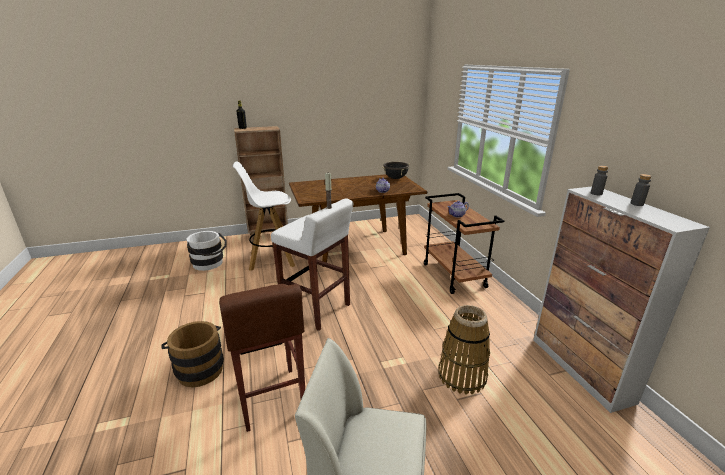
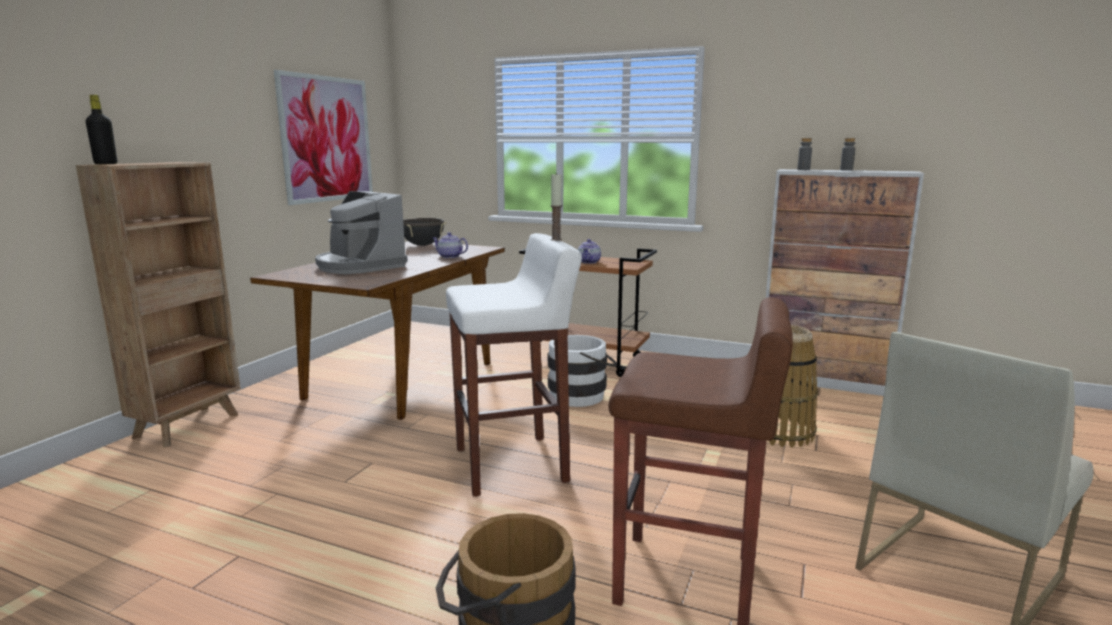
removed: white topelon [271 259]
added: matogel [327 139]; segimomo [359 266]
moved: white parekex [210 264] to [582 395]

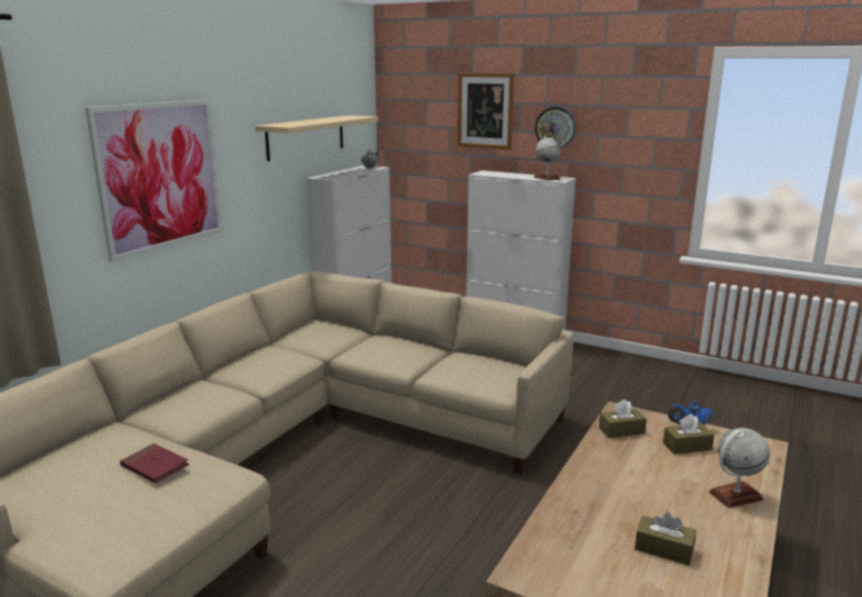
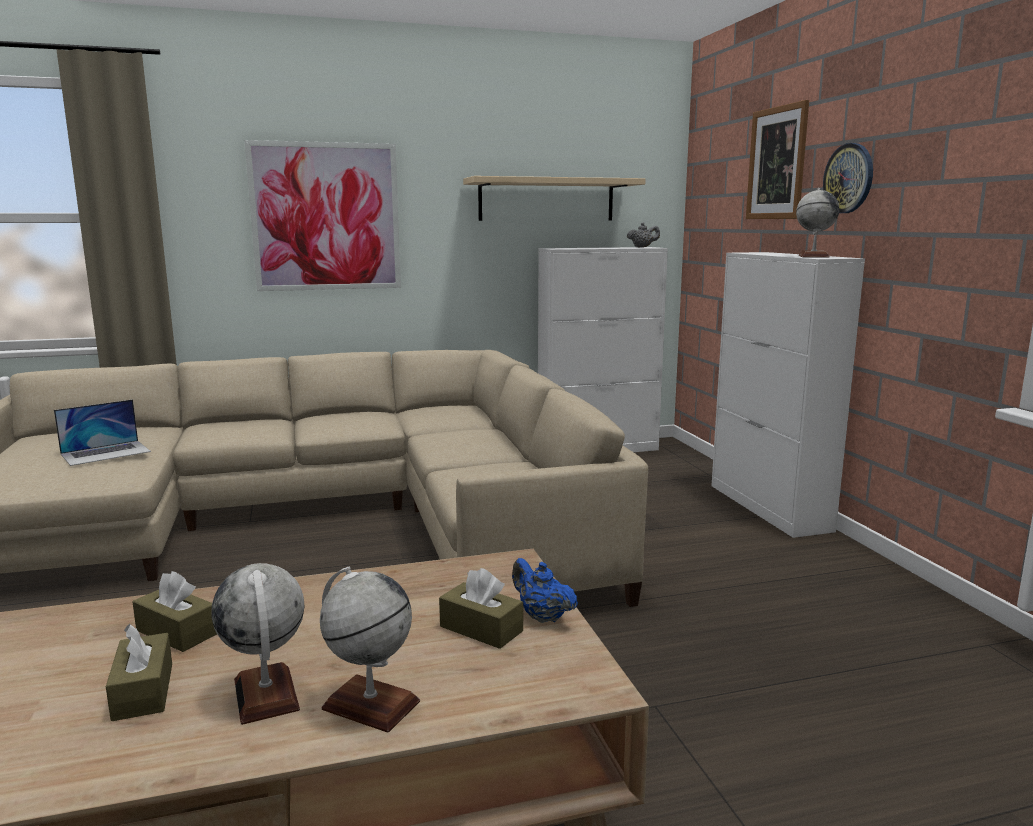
added: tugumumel [266 695]
moved: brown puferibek [621 431] to [177 632]
replaced: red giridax [155 466] to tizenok [106 453]

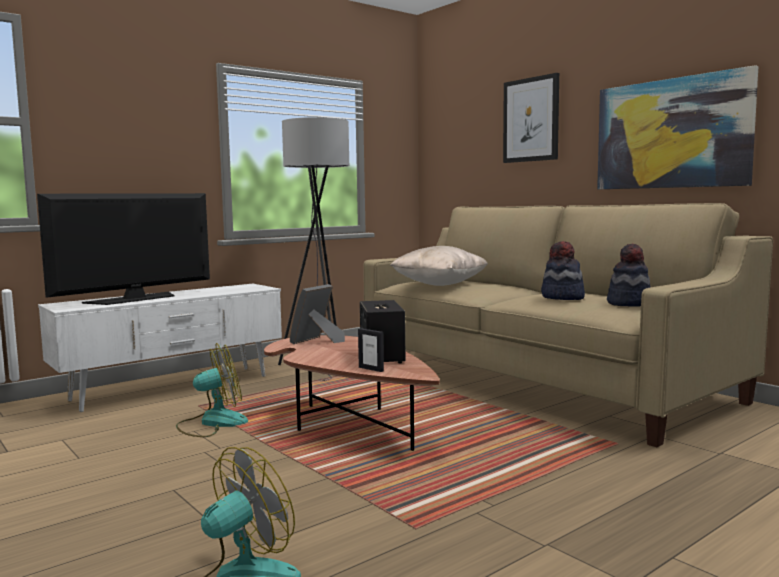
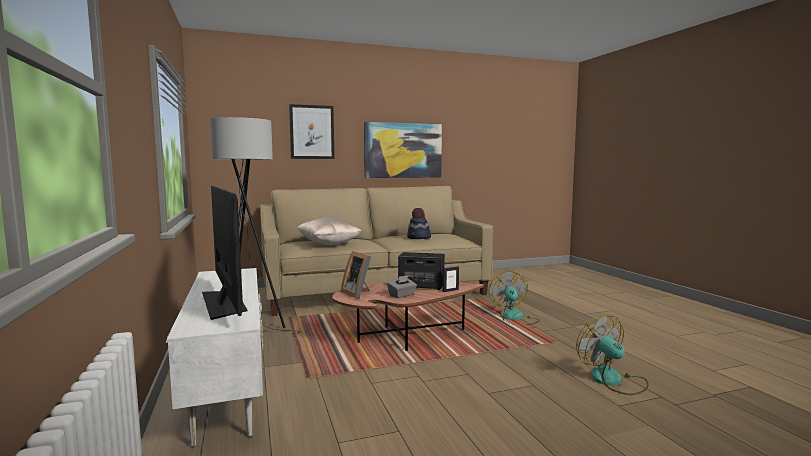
removed: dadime [629 303]
added: grey puferibek [402 295]
moved: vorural [212 423] to [514 318]

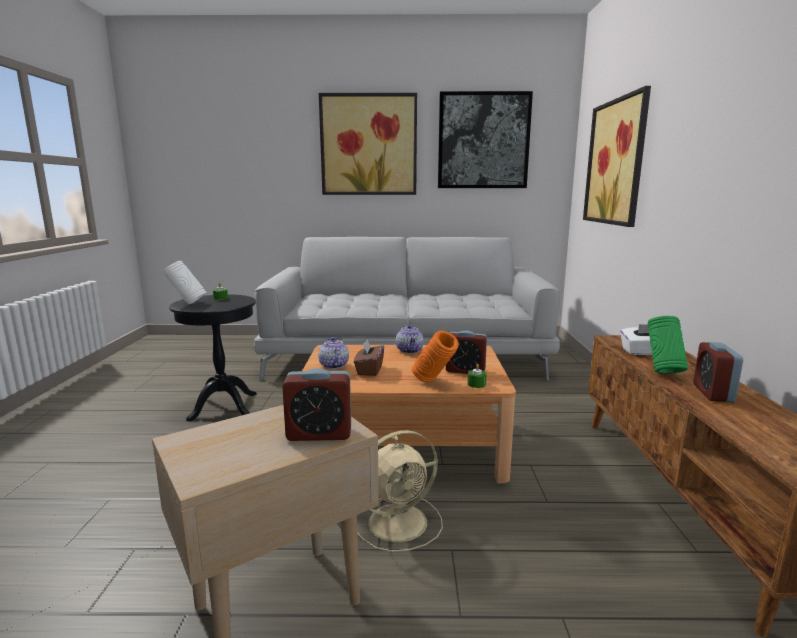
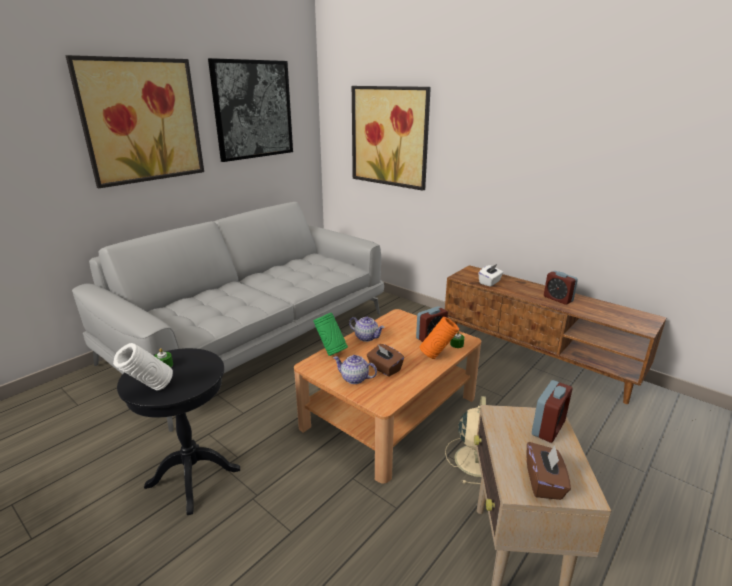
added: brown puferibek [544 482]
moved: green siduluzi [663 372] to [331 352]

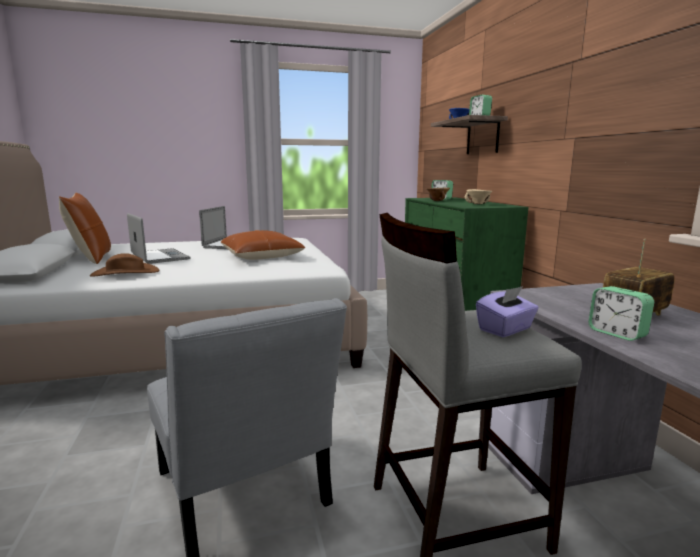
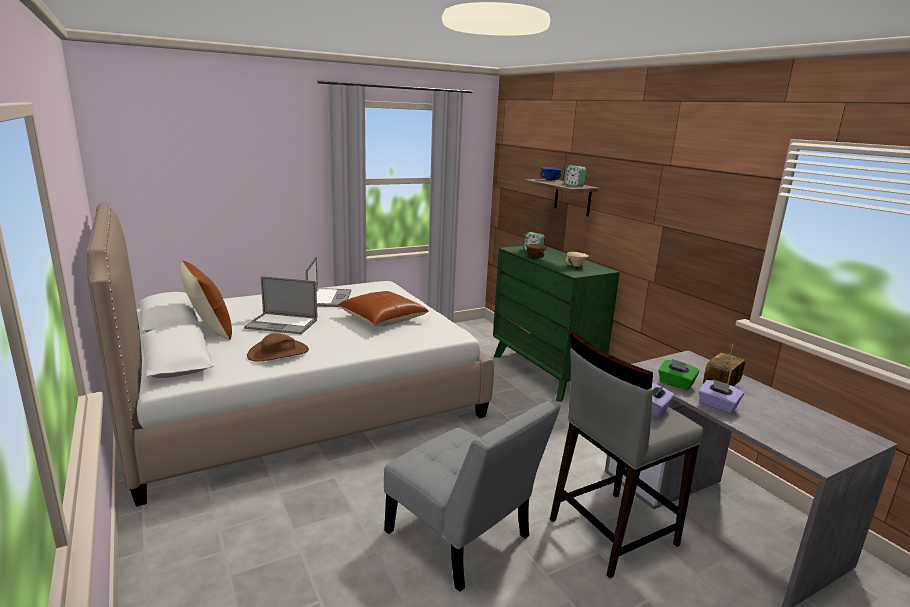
added: green puferibek [675 384]
replaced: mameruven [617 333] to purple puferibek [717 406]
turned: tizenok [160 256] = [281 324] 150 degrees clockwise

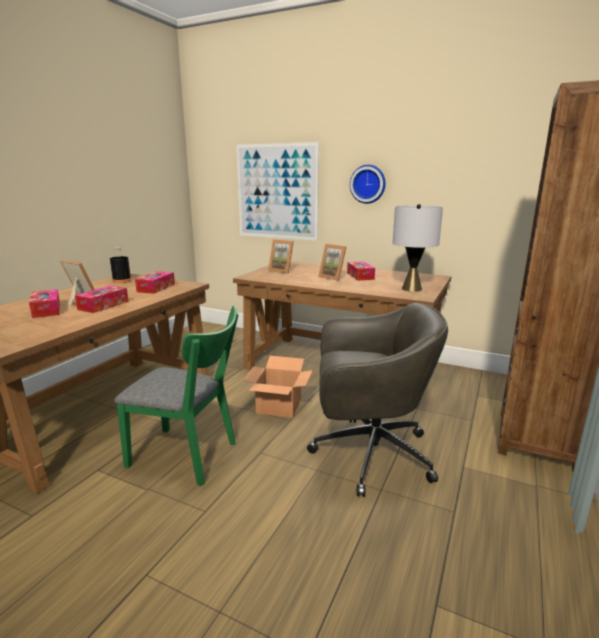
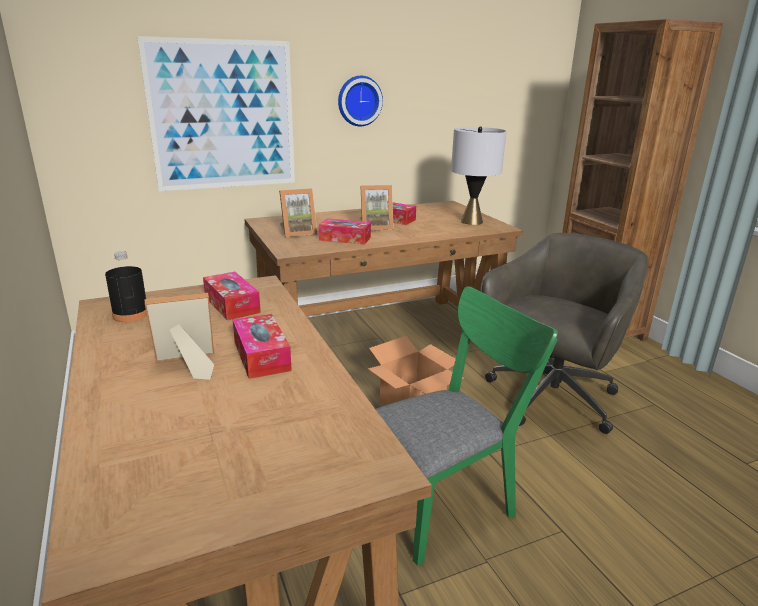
moved: puferibek [46 310] to [345 239]

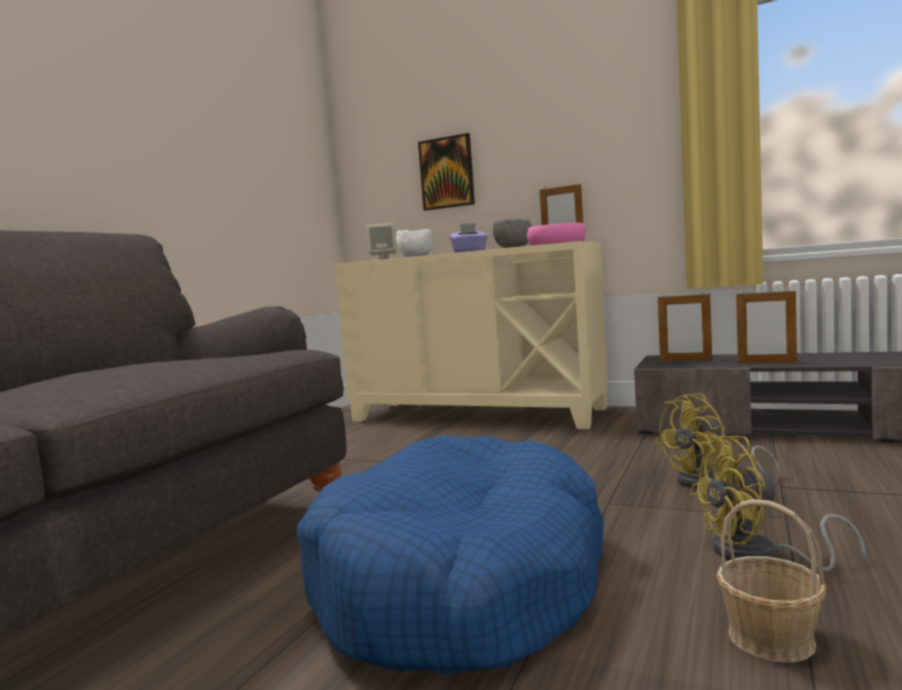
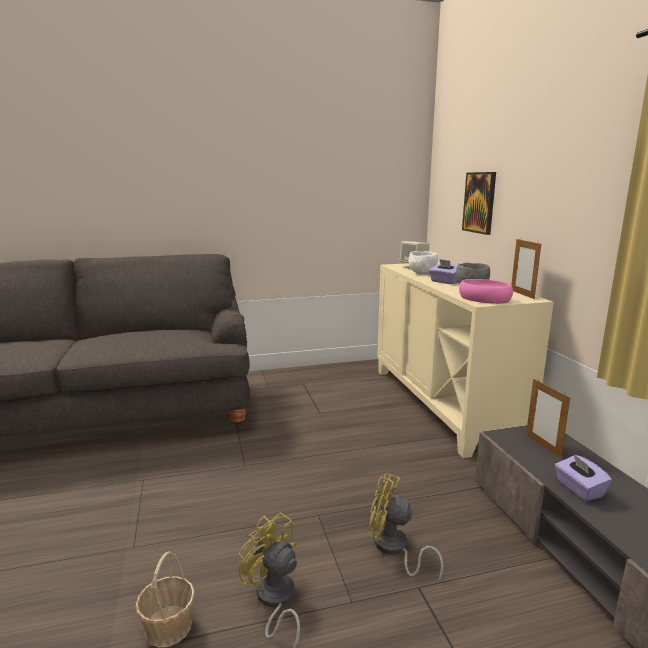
removed: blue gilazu [461 582]
replaced: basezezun [766 362] to purple puferibek [579 489]

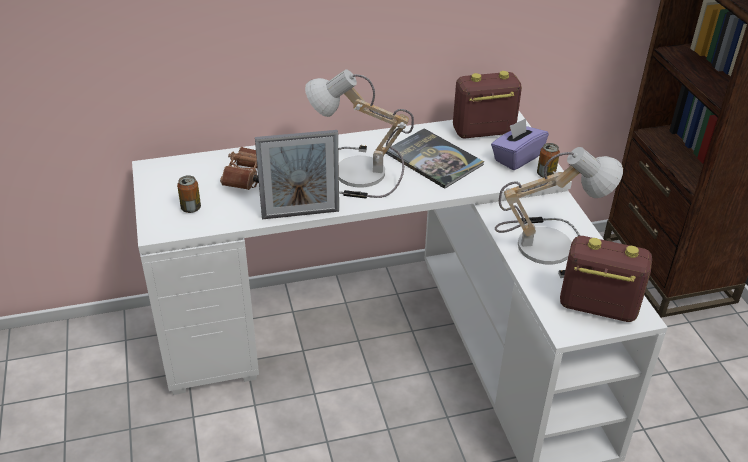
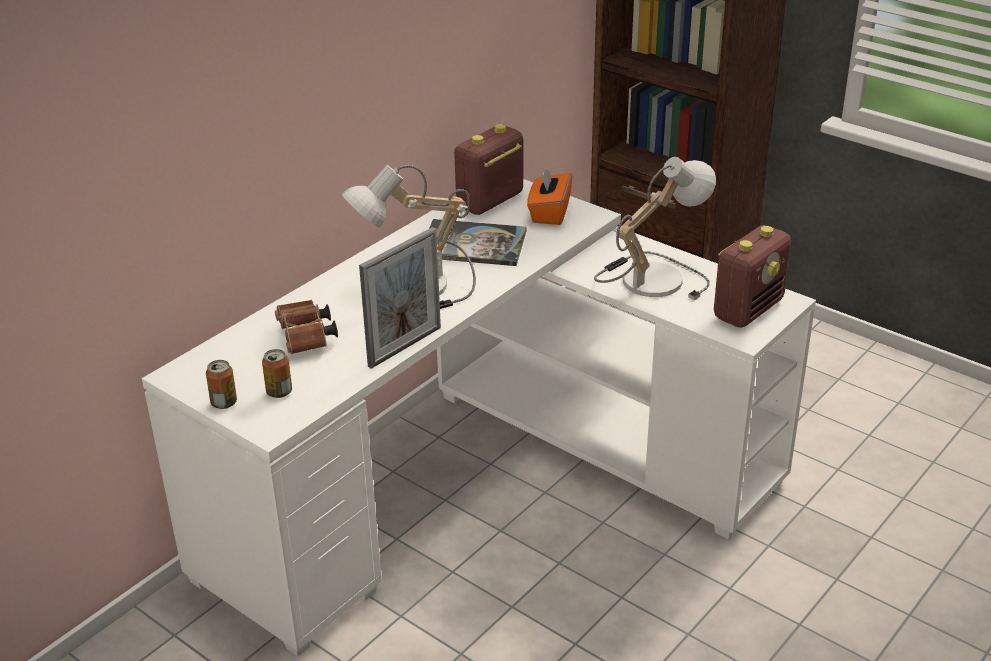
moved: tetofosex [546 174] to [224 403]
recoloured: purple puferibek [516 158] to orange puferibek [549 213]
turned: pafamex [596 307] = [748 309] 150 degrees clockwise

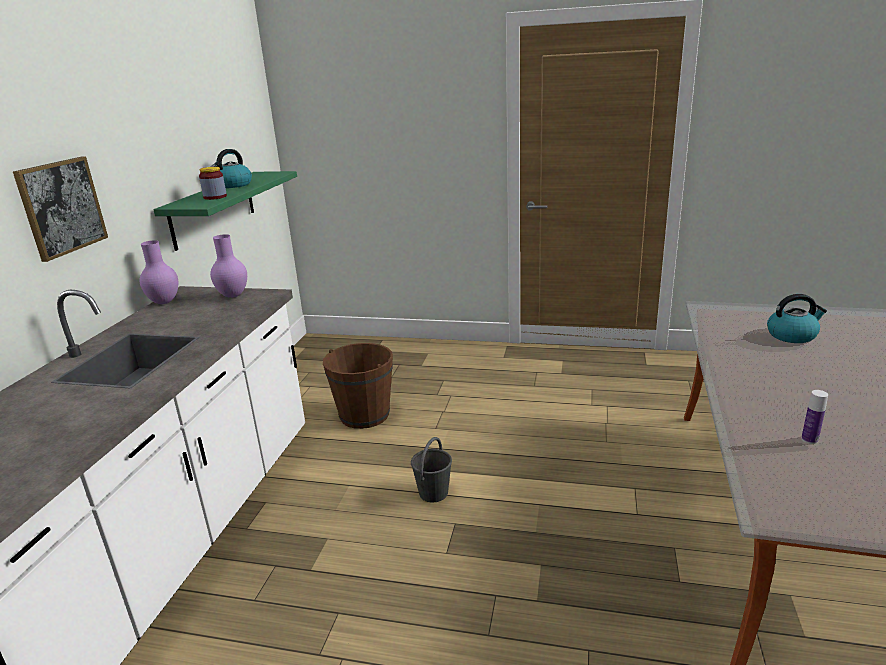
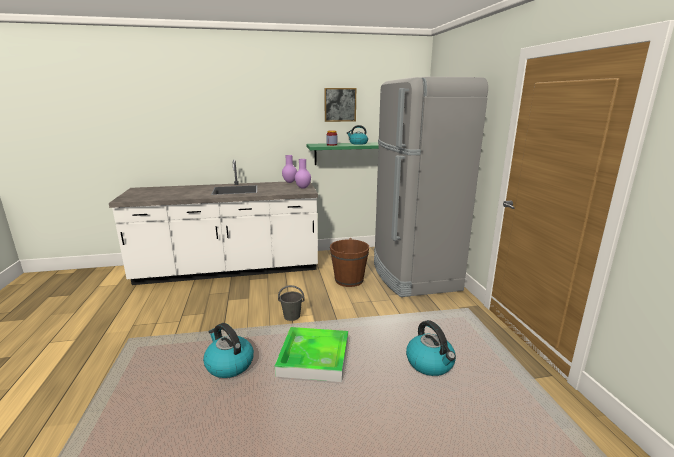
added: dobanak [314 357]; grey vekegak [413 275]
moved: matogel [61 207] to [340 105]
replaced: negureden [809 439] to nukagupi [229 364]

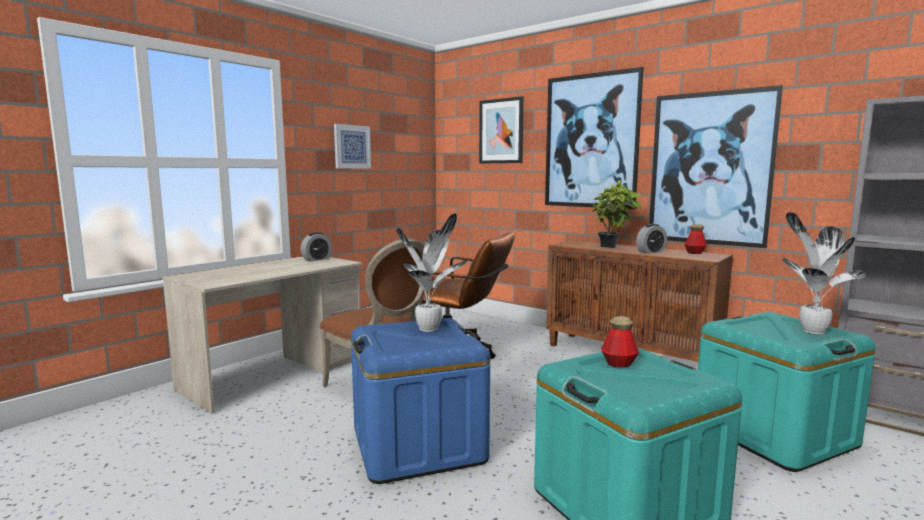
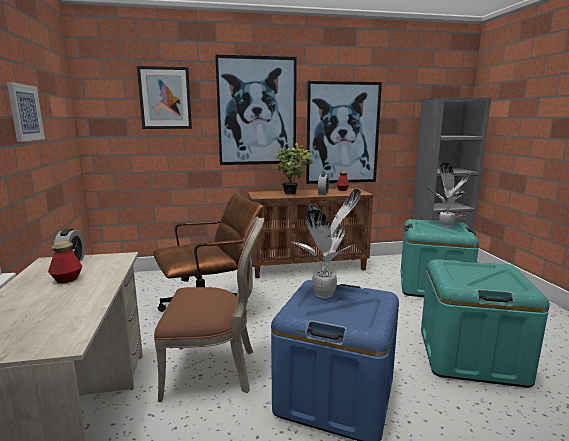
moved: negureden [619 363] to [67 279]

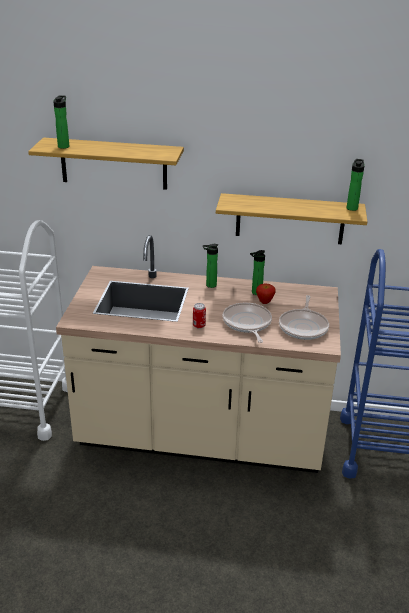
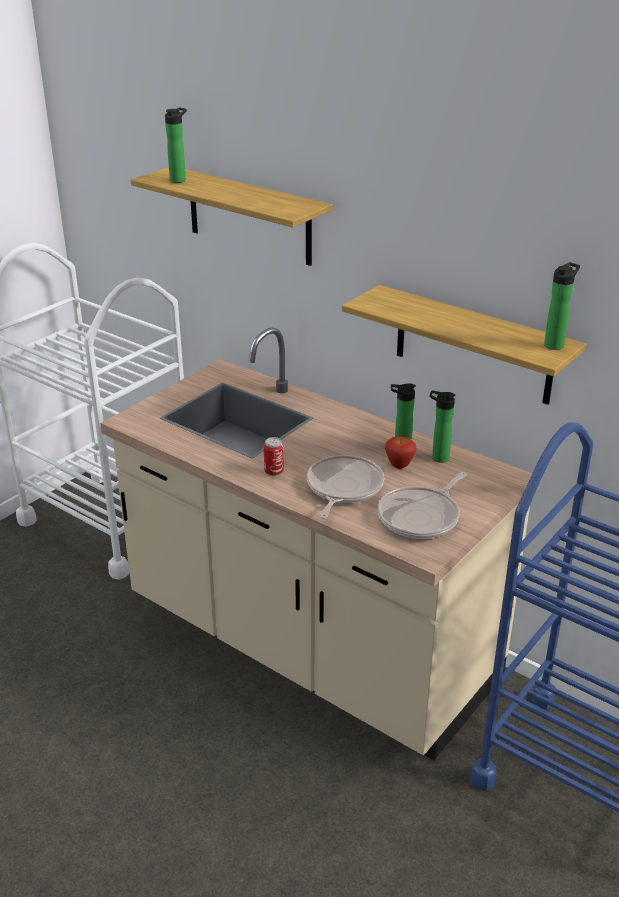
moved: negureden [209 285] to [437 457]

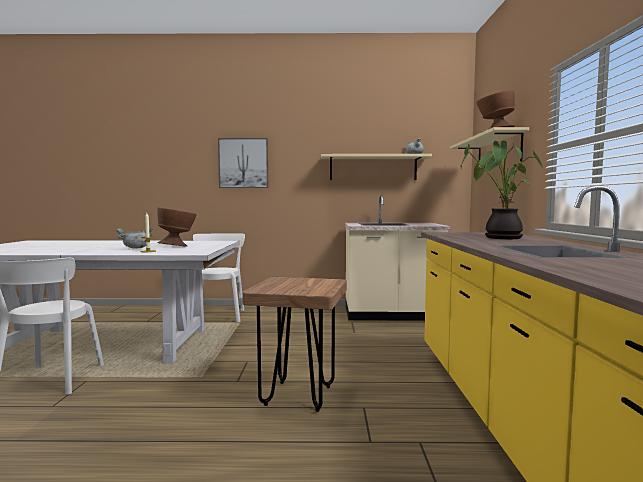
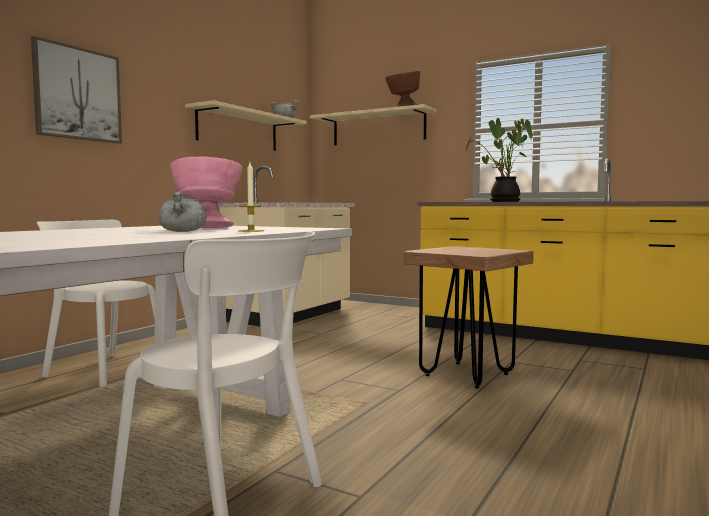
recoloured: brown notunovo [178 246] to pink notunovo [208 228]

